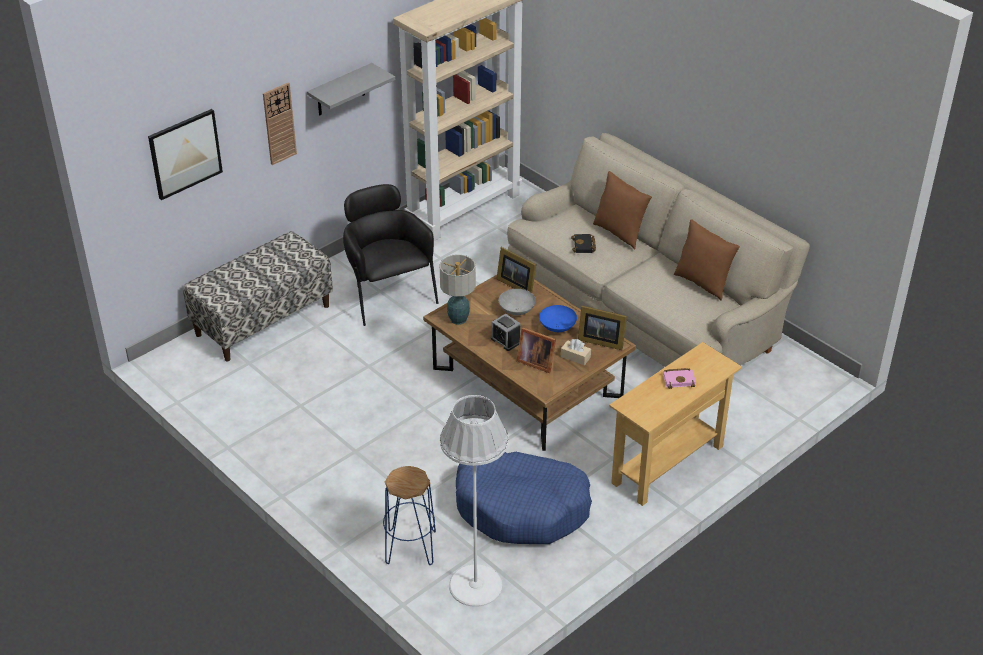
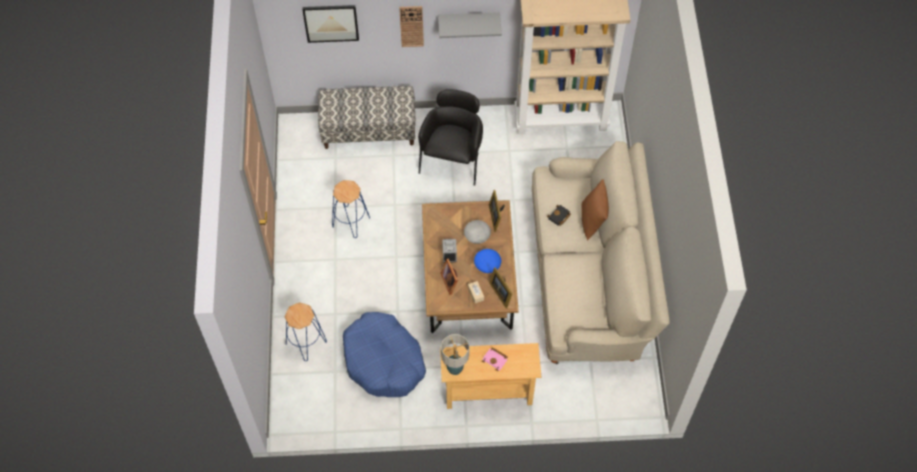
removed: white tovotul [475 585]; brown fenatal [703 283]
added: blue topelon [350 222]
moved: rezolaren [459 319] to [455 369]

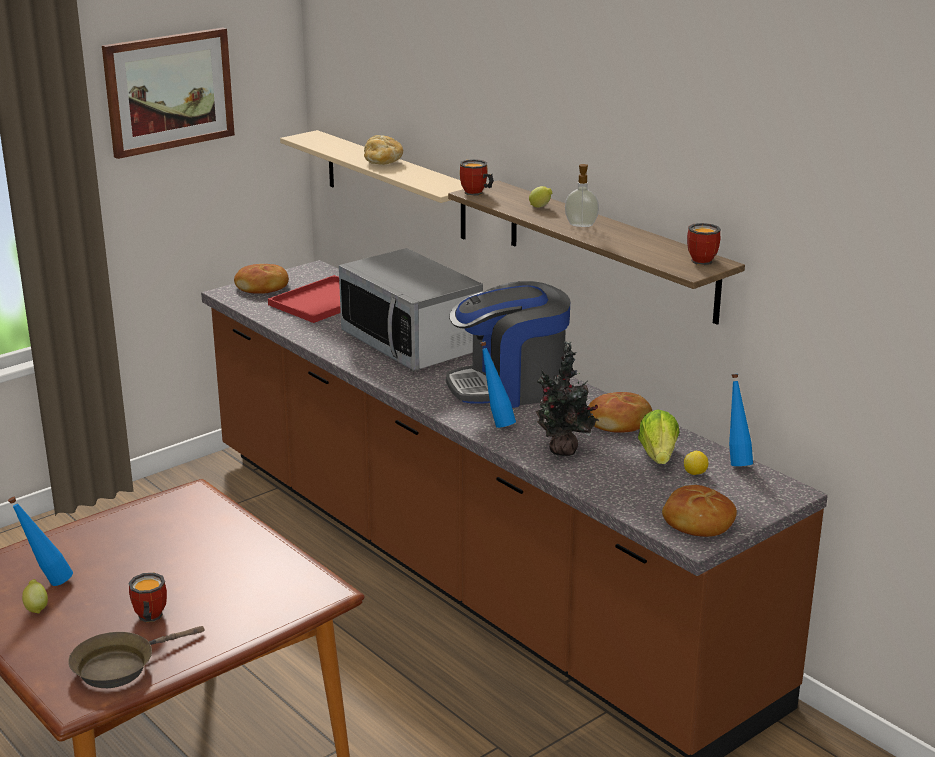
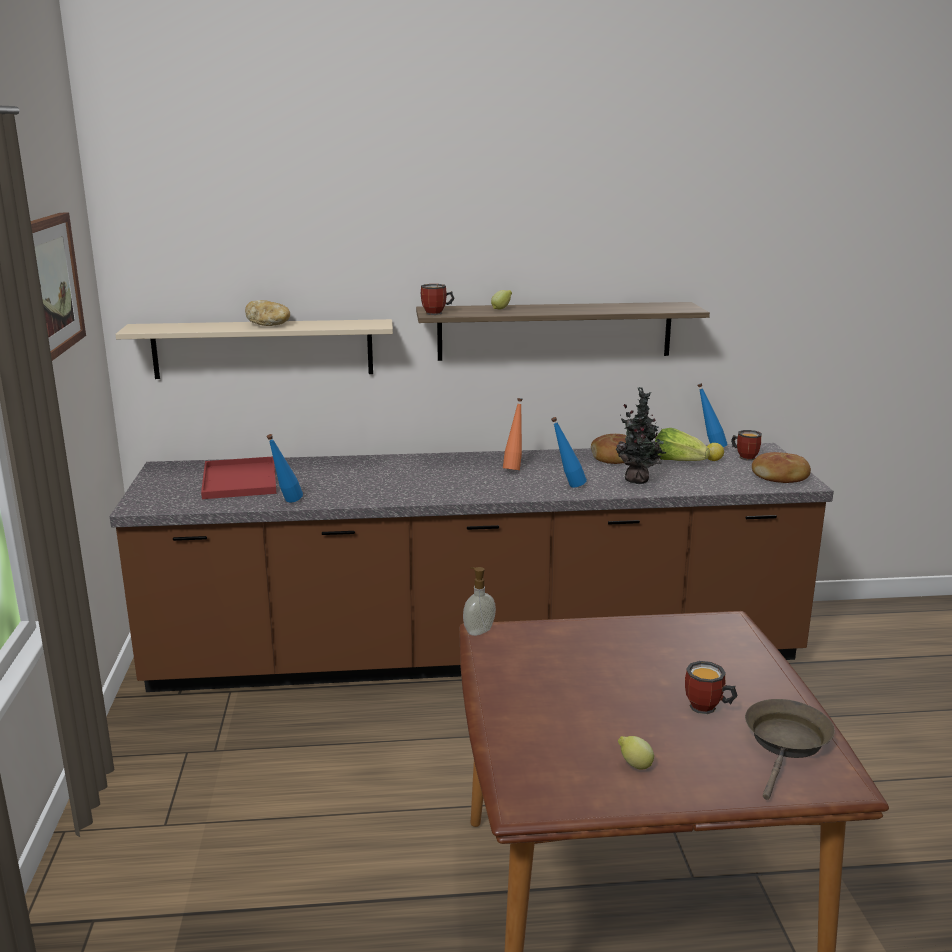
removed: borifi [263 287]; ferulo [412 344]
moved: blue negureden [47 582] to [286 503]; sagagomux [581 225] to [478 631]; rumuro [704 259] to [745 456]
replaced: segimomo [509 387] to orange negureden [514 468]
turned: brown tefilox [119 666] = [786 743] 150 degrees counterclockwise

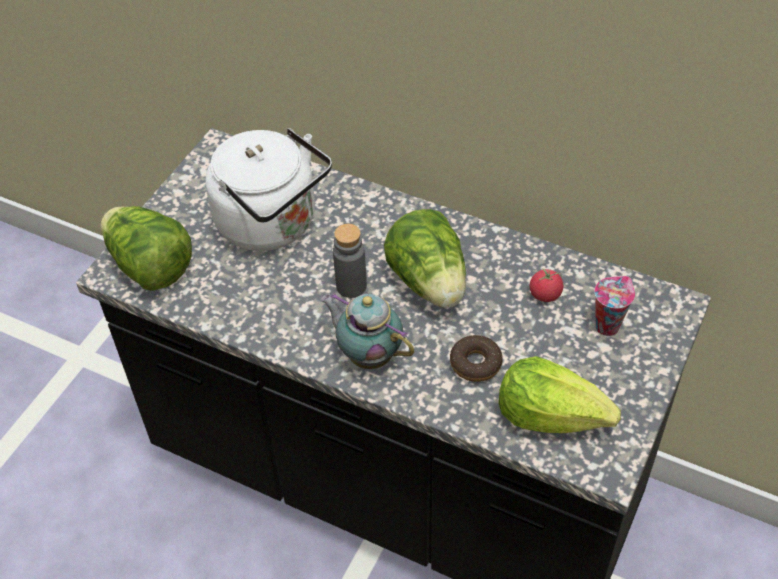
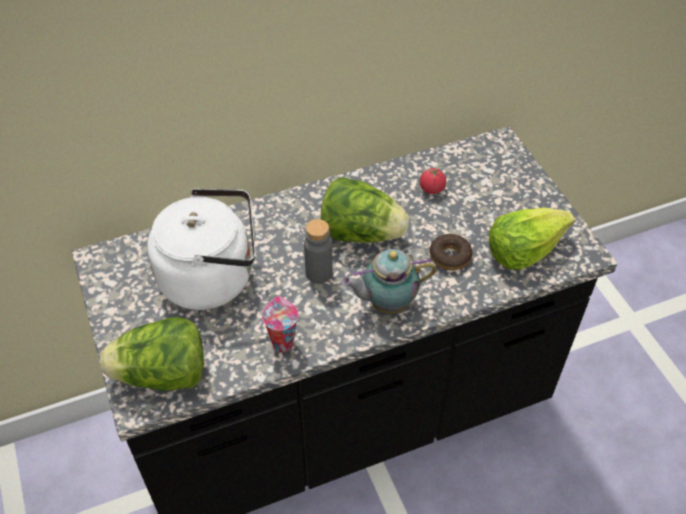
moved: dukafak [607 325] to [282 342]

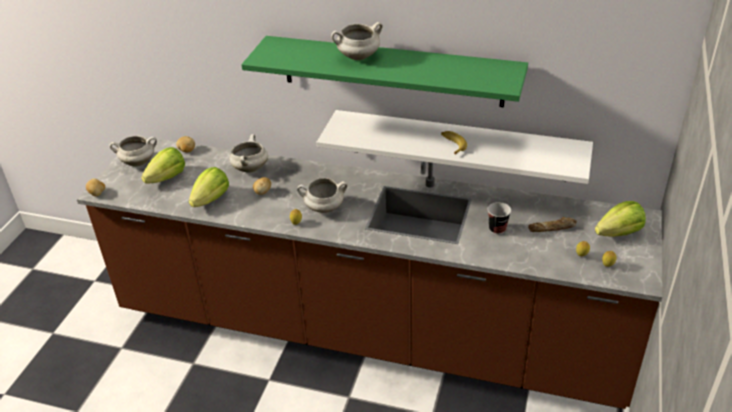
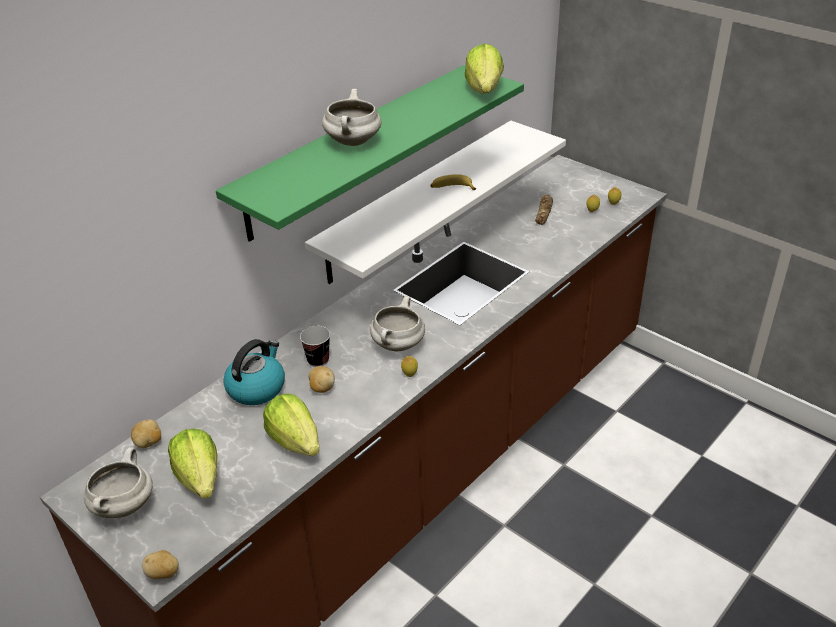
moved: dukafak [497 229] to [318 360]; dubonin [619 233] to [484 89]
replaced: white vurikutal [250 168] to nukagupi [257 387]

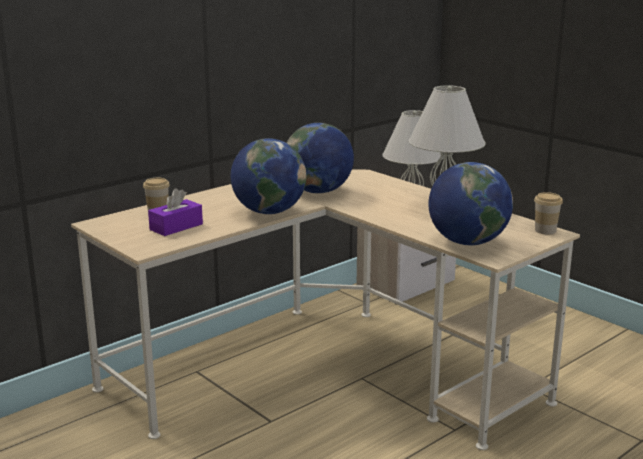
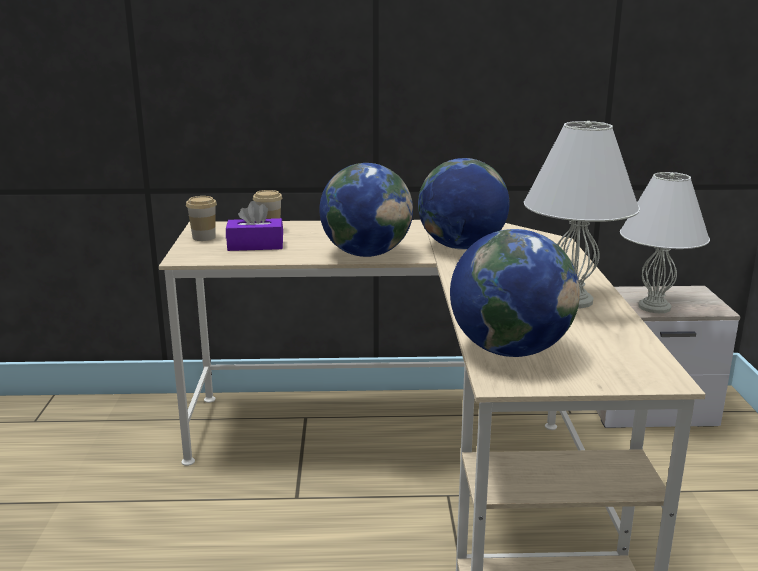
moved: dukafak [545 230] to [204 237]

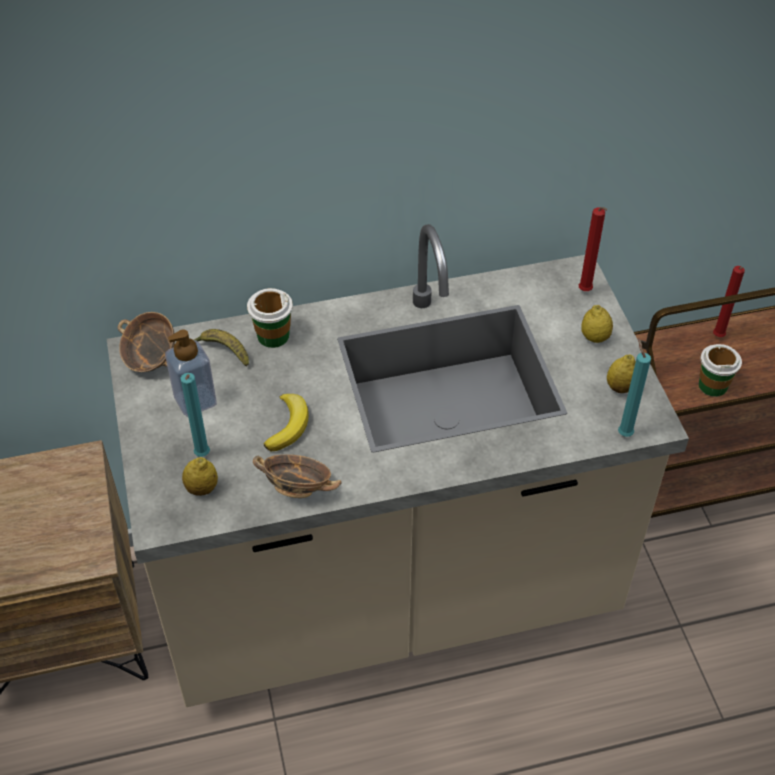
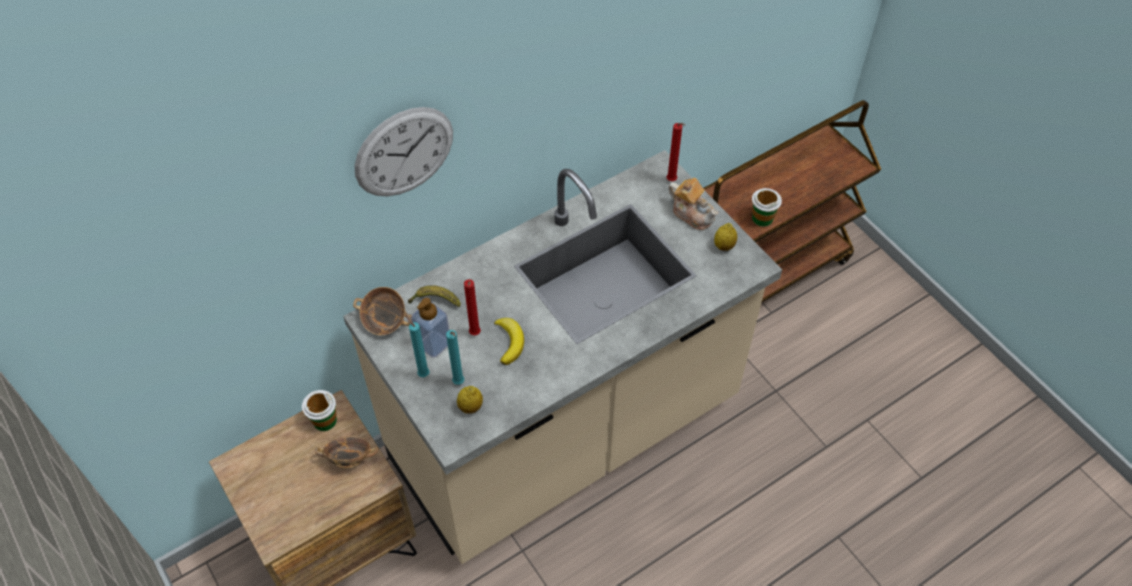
added: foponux [404 152]
moved: dukafak [273 335] to [324 420]; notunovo [298 486] to [349 458]; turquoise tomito [623 432] to [422 373]; red tomito [717 337] to [474 335]
replaced: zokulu [594 337] to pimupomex [692 214]

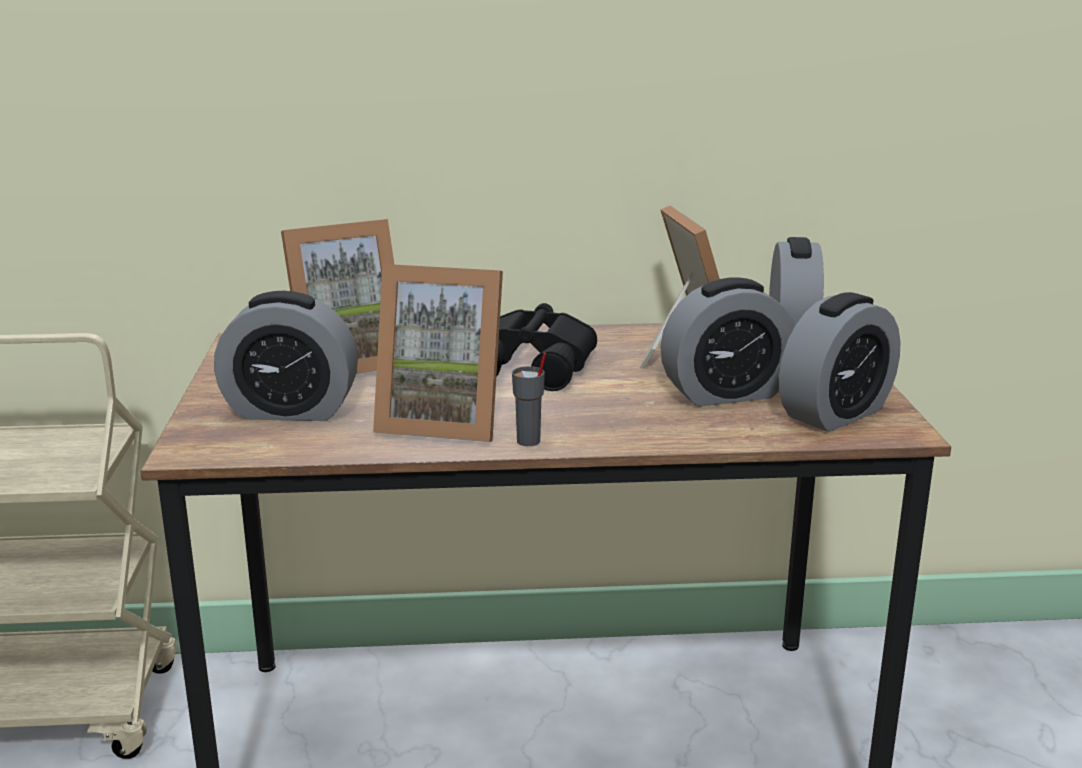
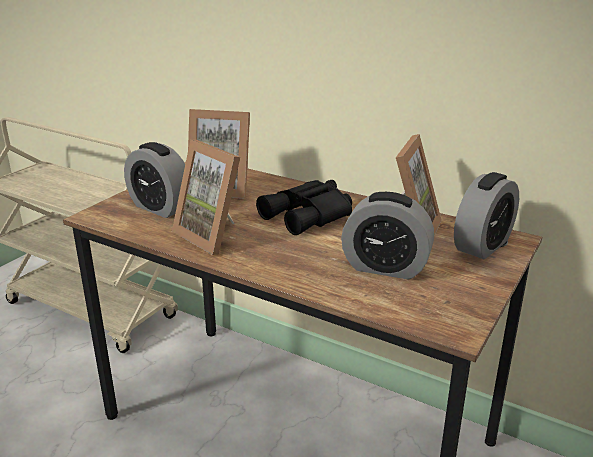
removed: grey dukafak [528 441]; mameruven [835 414]

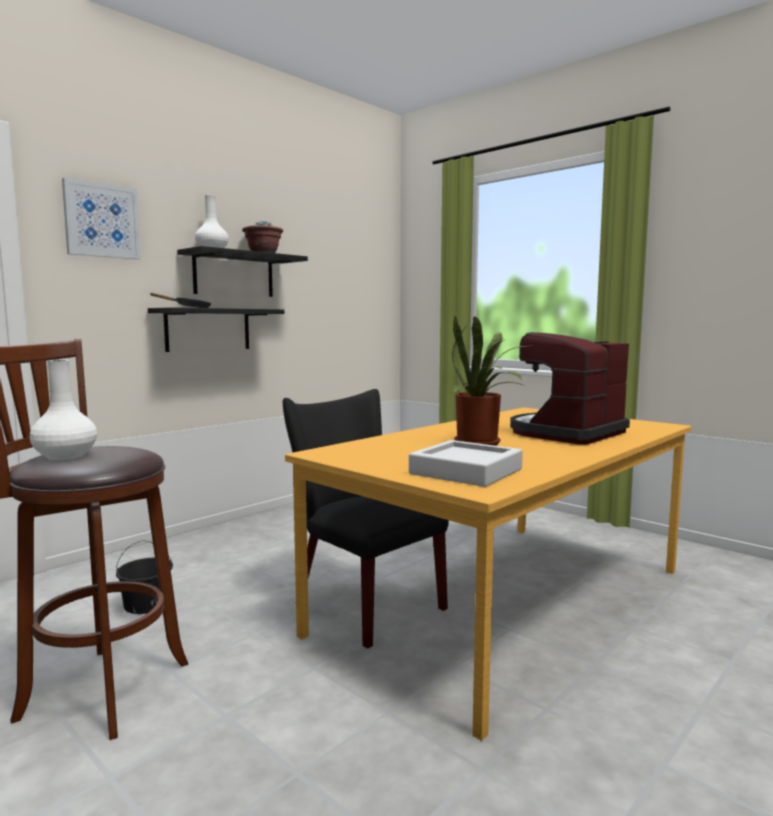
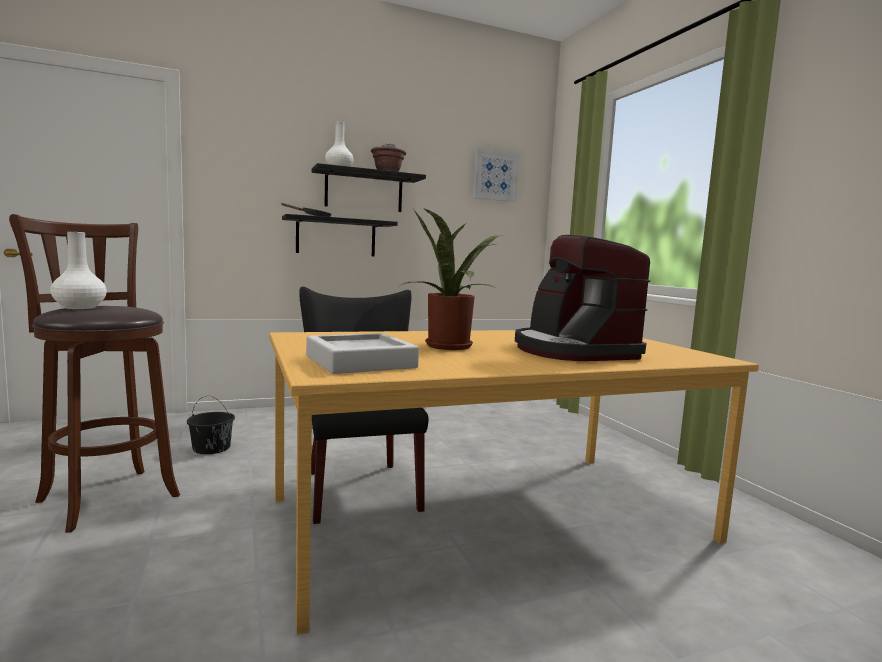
moved: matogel [102 221] to [495 176]
turned: segimomo [566 433] = [572 351] 90 degrees counterclockwise

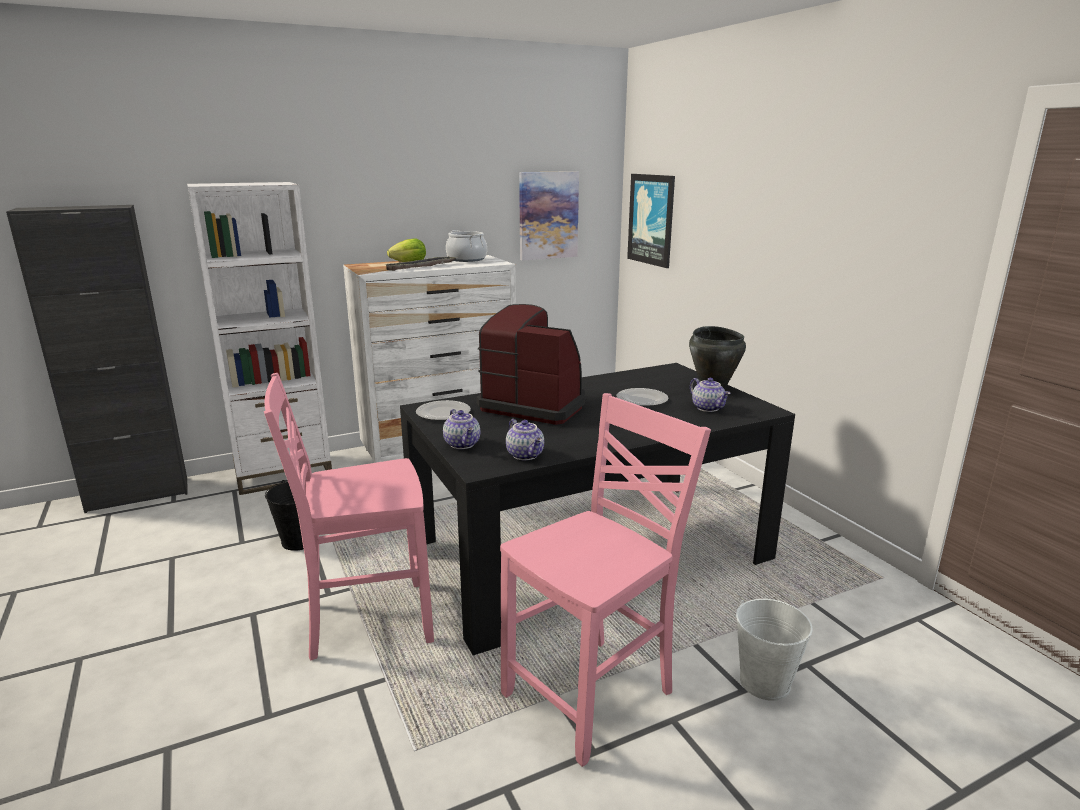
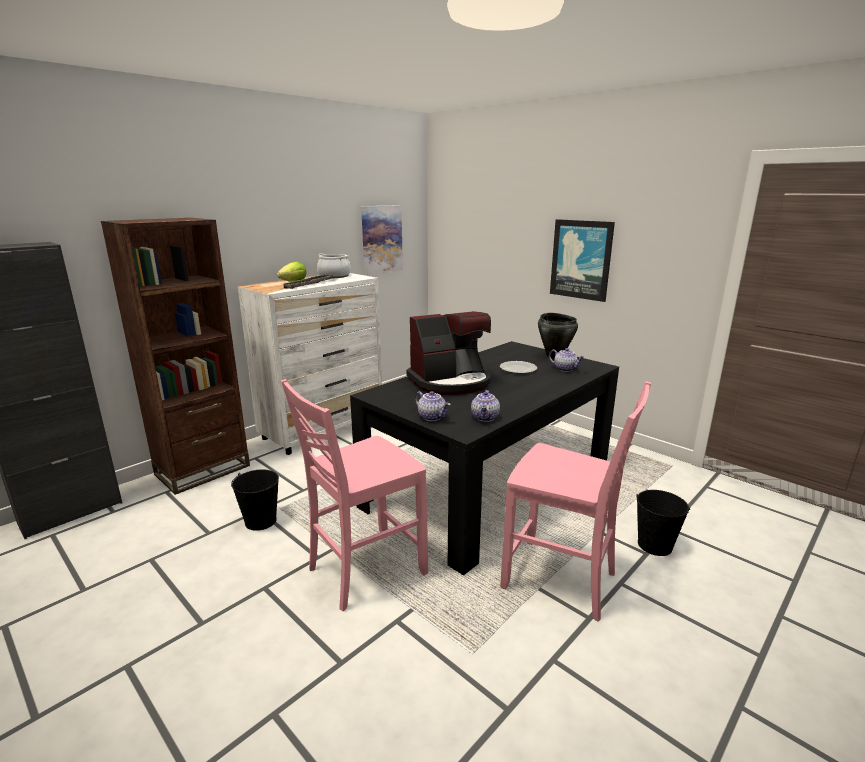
removed: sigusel [444 413]
moved: matogel [651 219] to [581 259]
recoloured: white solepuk [283 474] to brown solepuk [203 470]; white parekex [765 682] to black parekex [654 545]
turned: segimomo [534 405] = [450 382] 150 degrees clockwise; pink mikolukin [593 694] = [561 580] 90 degrees clockwise; pimupomex [526 455] = [485 418] 60 degrees clockwise

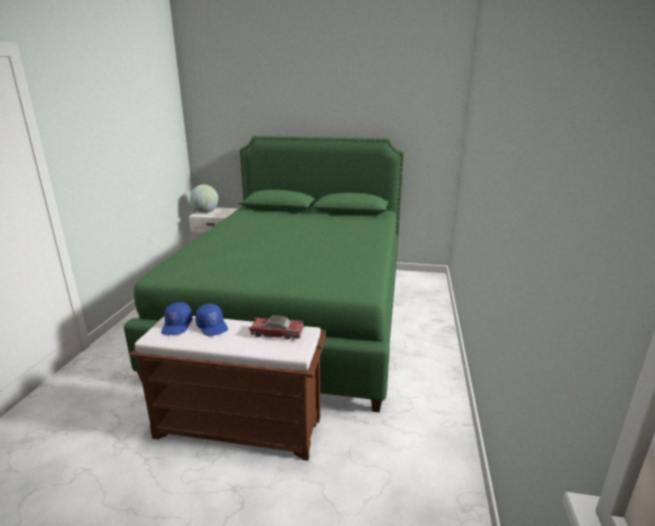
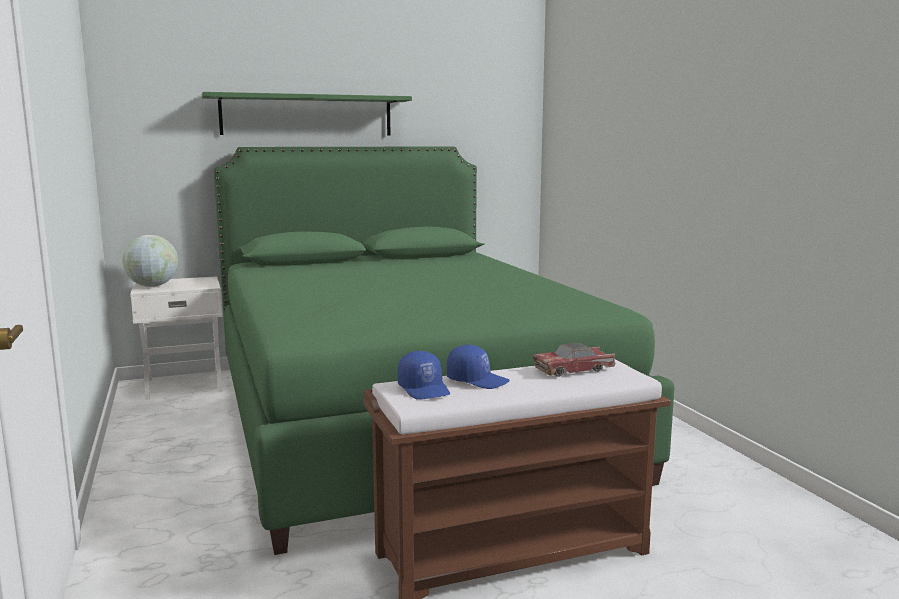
added: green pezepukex [307 115]

